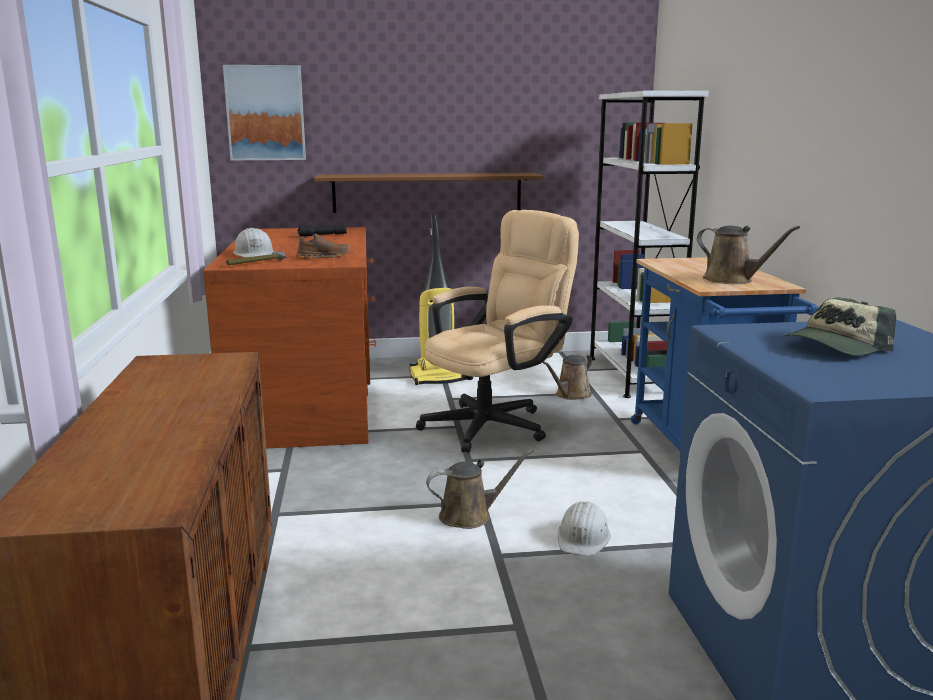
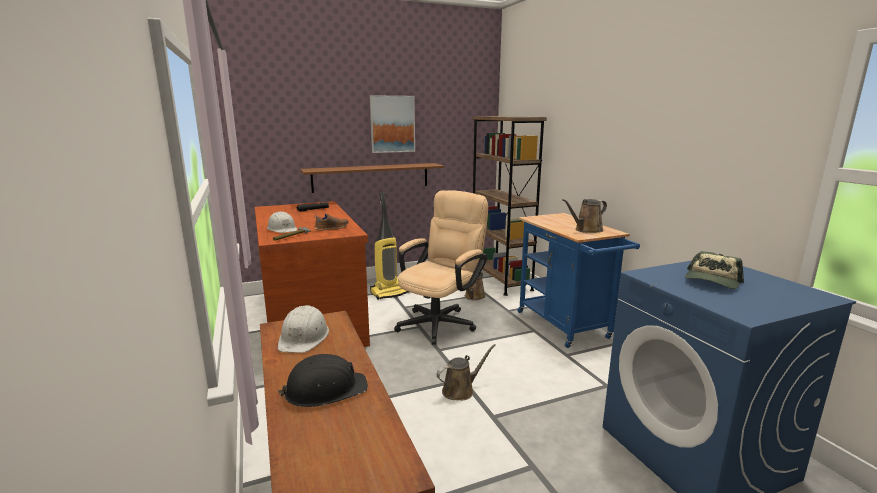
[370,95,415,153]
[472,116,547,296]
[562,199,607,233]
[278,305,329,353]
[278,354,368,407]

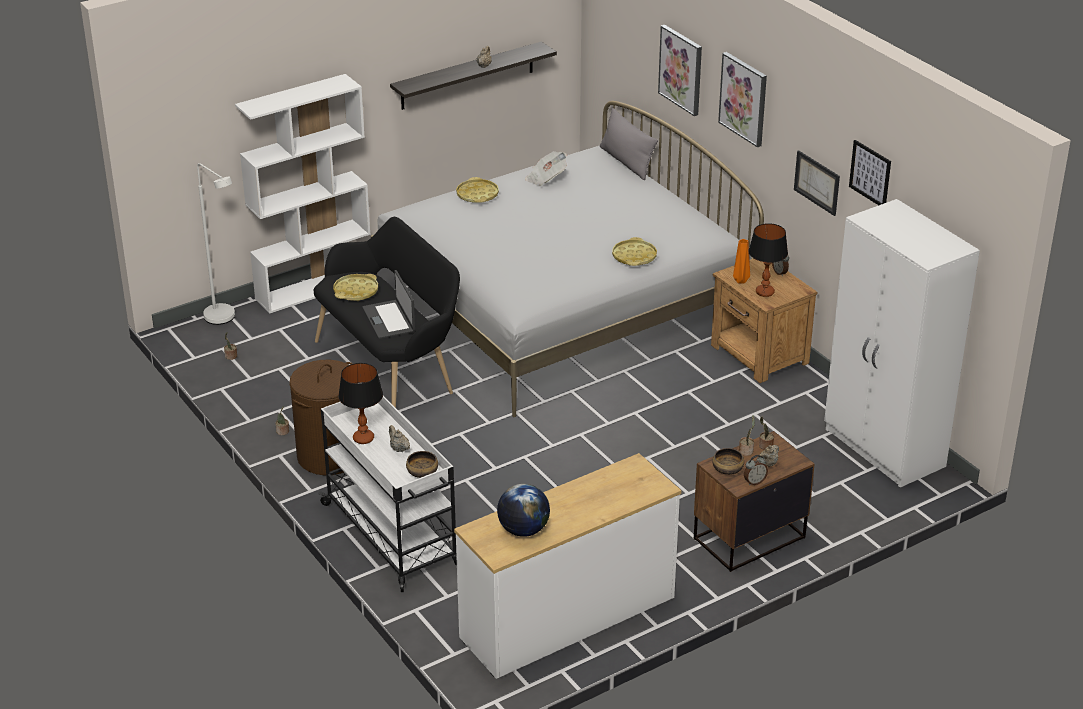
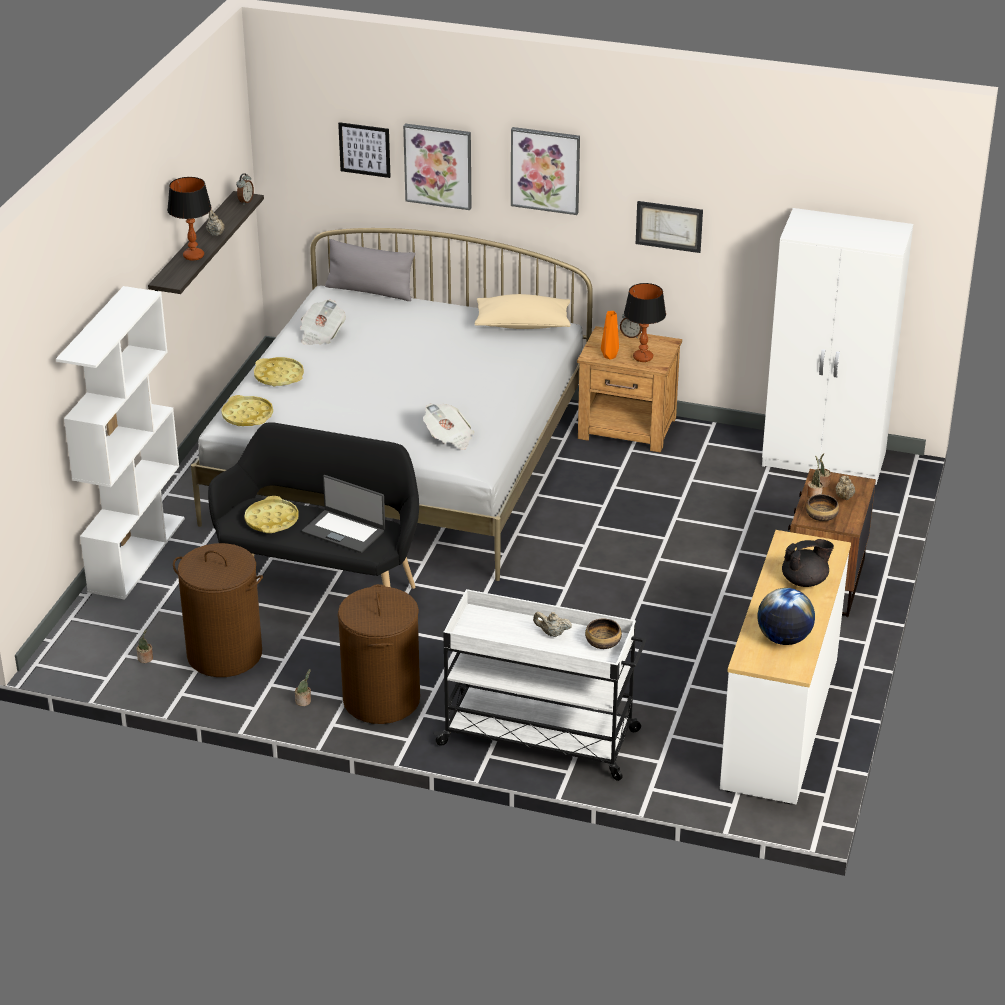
[338,122,390,178]
[197,163,235,325] (first image)
[221,395,273,426]
[167,177,212,261]
[236,173,254,205]
[475,294,570,329]
[423,403,474,450]
[782,539,834,587]
[173,543,263,677]

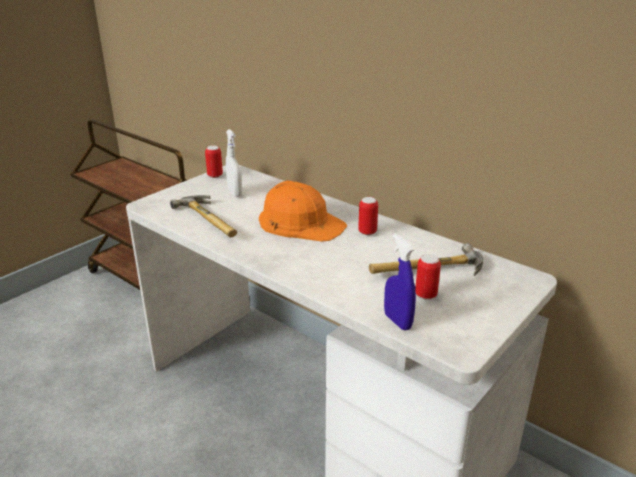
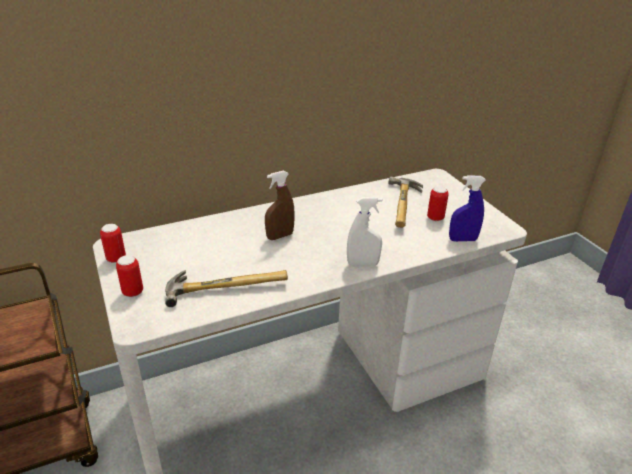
[347,197,382,266]
[265,171,295,240]
[116,255,143,297]

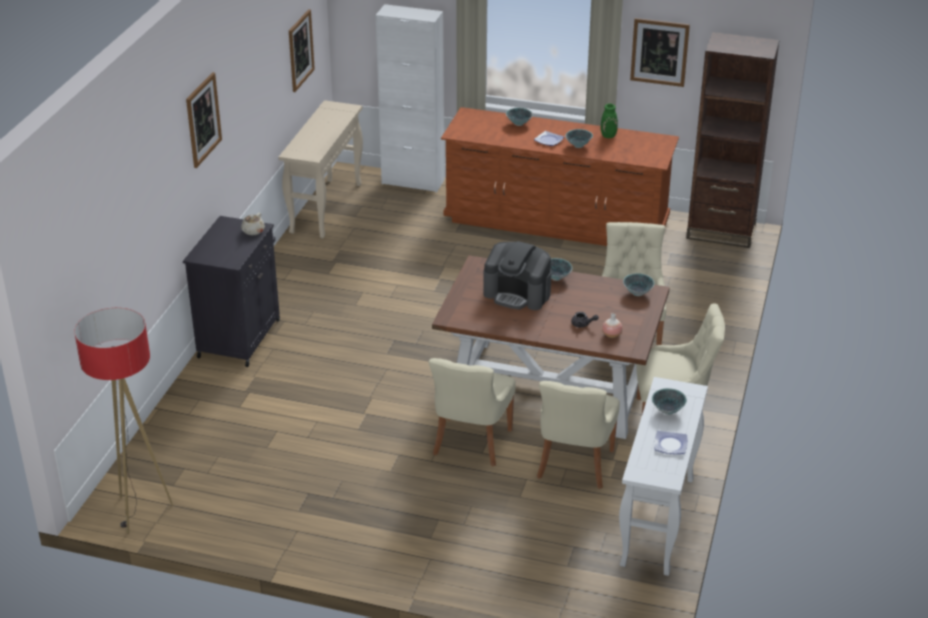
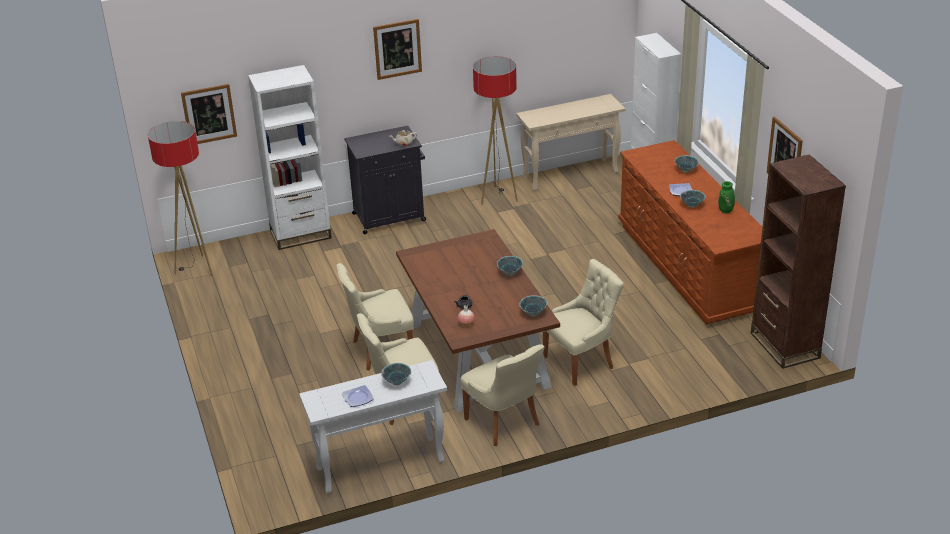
[181,84,237,144]
[483,241,551,310] (first image)
[473,56,518,205]
[248,65,332,250]

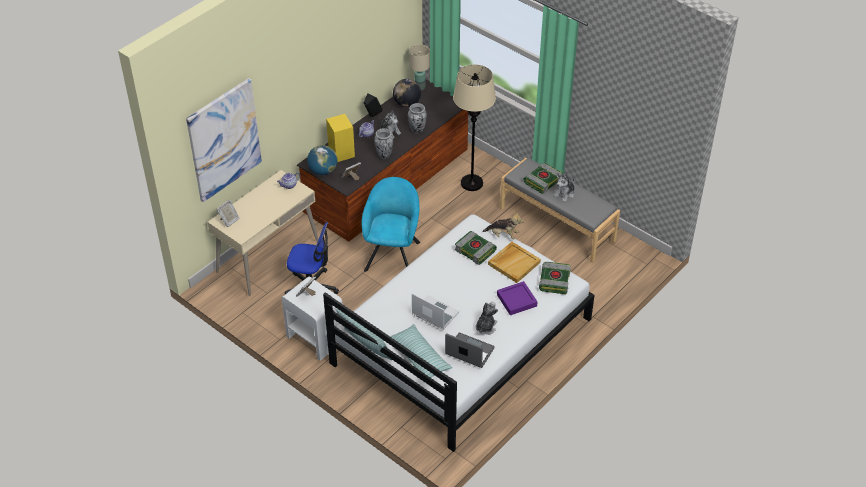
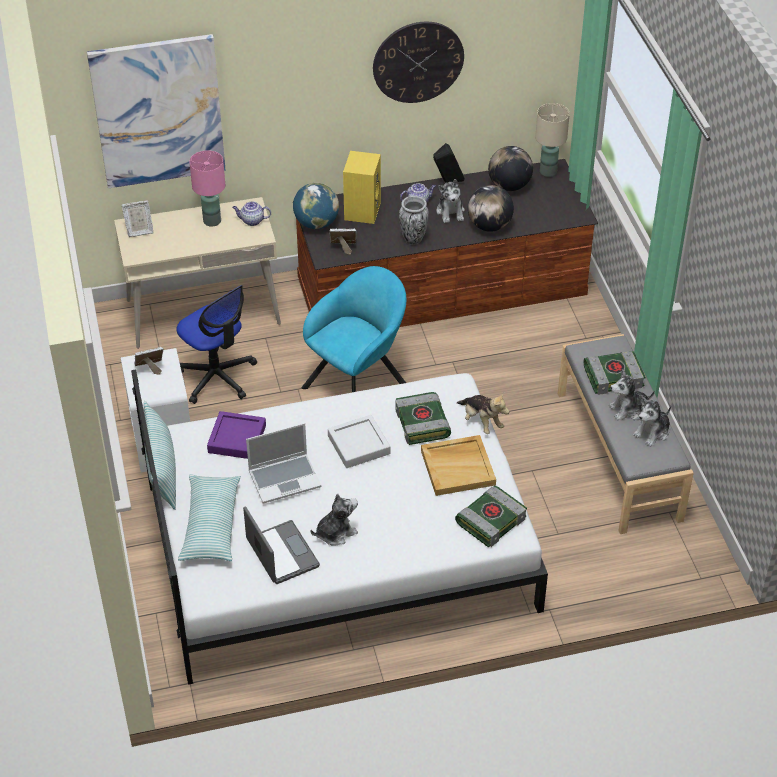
[453,65,496,191] (first image)
[468,185,514,232]
[207,411,266,459]
[246,423,322,504]
[373,22,464,103]
[189,150,225,226]
[633,396,671,447]
[328,415,390,468]

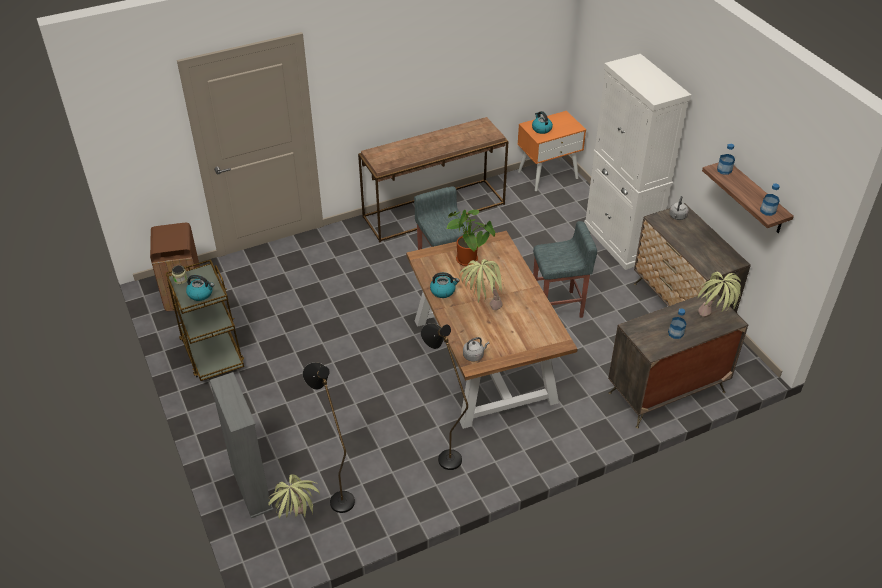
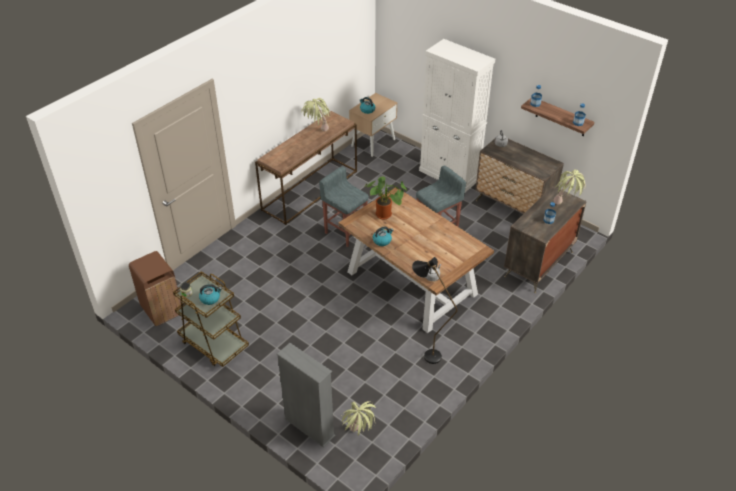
[349,93,398,157]
[301,98,330,131]
[303,362,355,513] (first image)

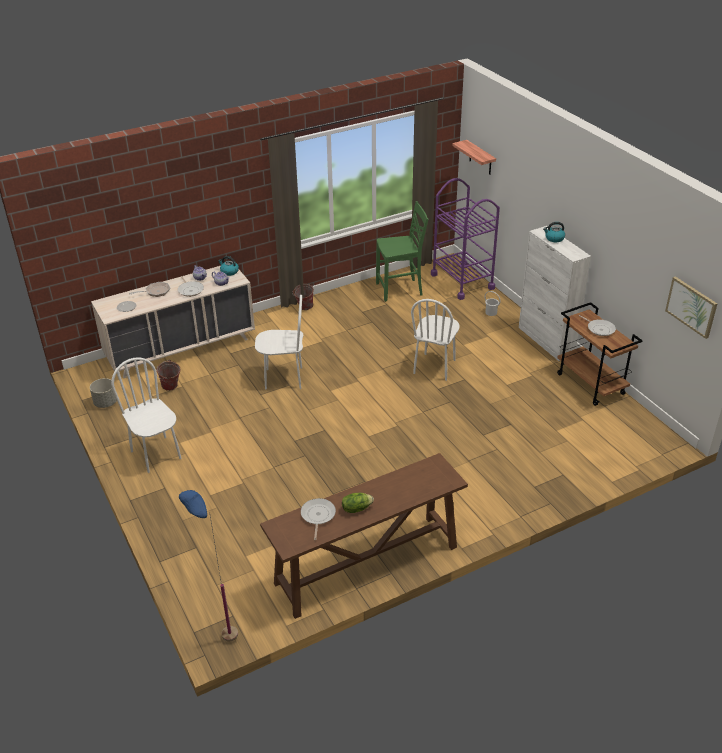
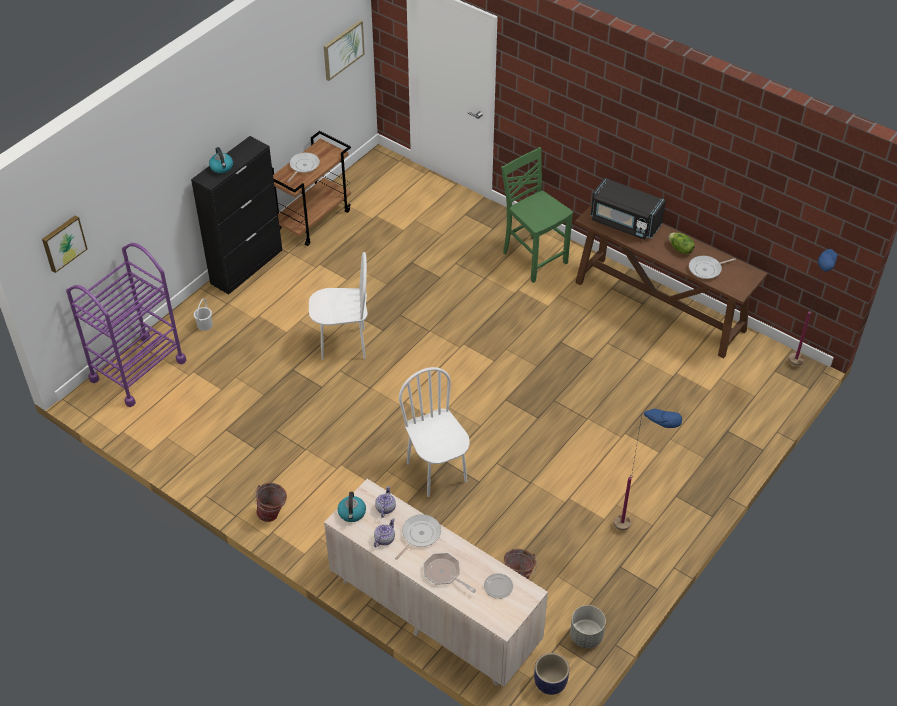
[42,215,88,273]
[501,147,573,283]
[191,136,282,295]
[614,409,682,531]
[591,178,666,240]
[534,653,569,695]

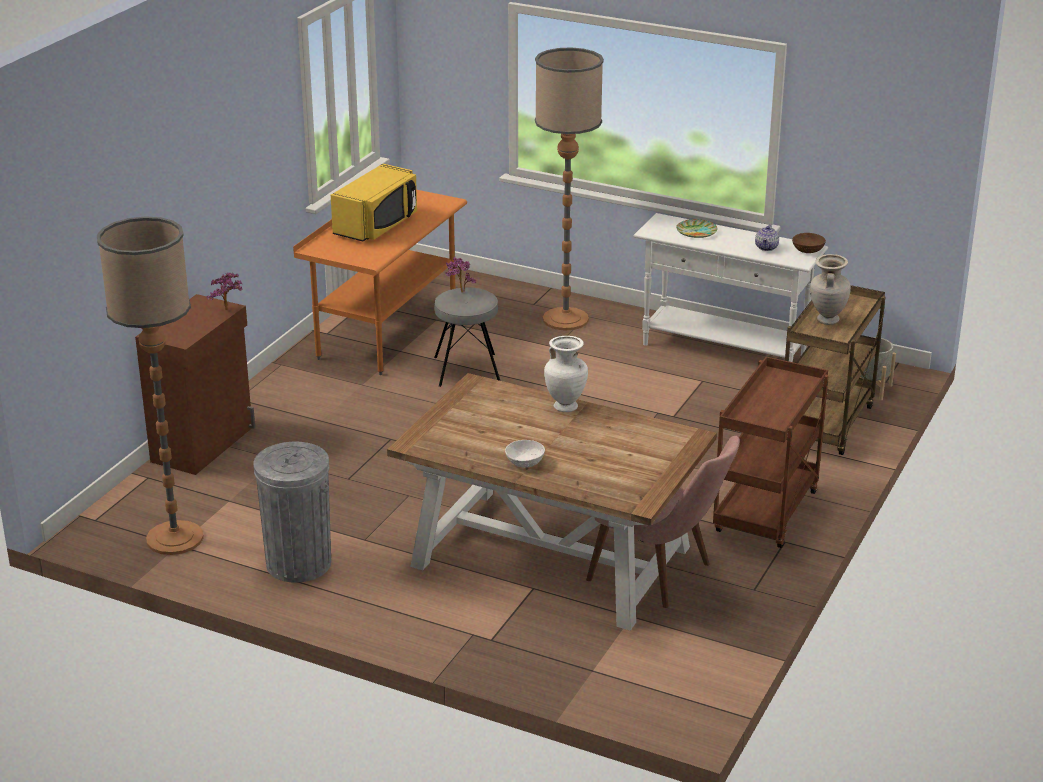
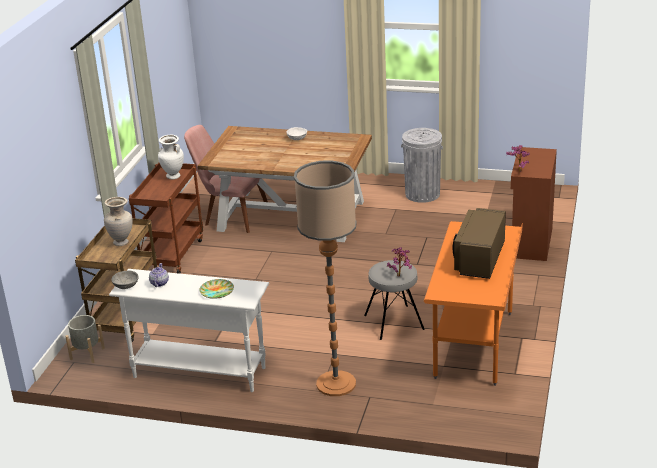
[452,208,506,279]
[97,216,204,555] (first image)
[111,271,139,289]
[158,135,184,179]

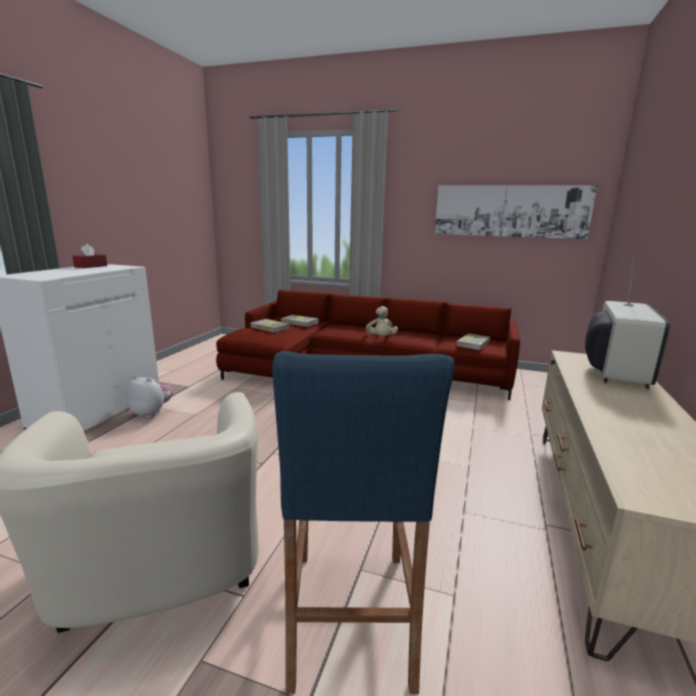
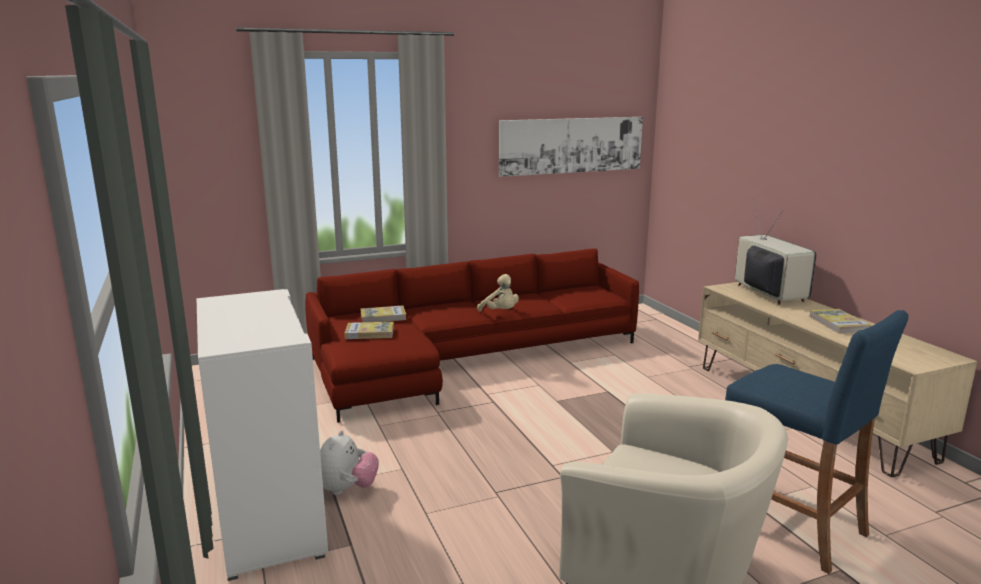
[73,244,107,268] (first image)
[809,309,871,334]
[320,430,379,495]

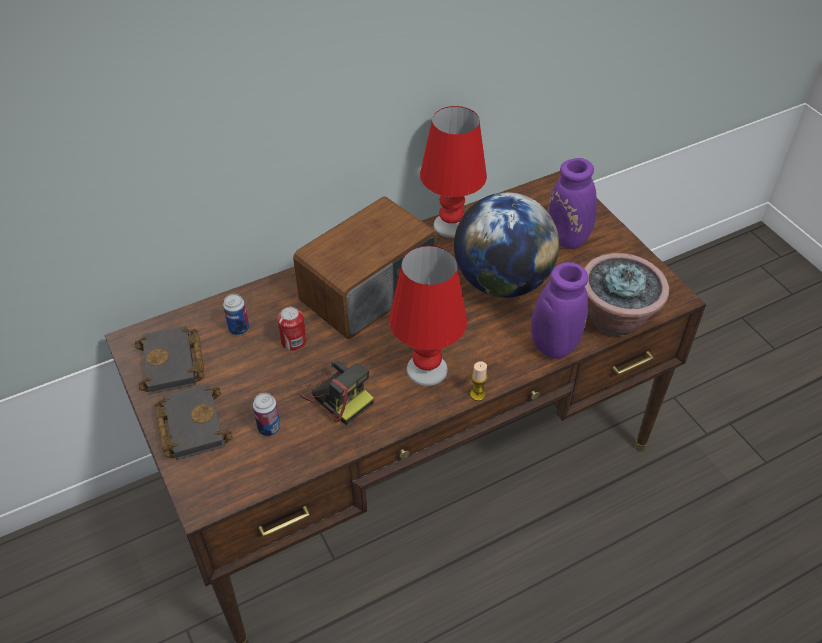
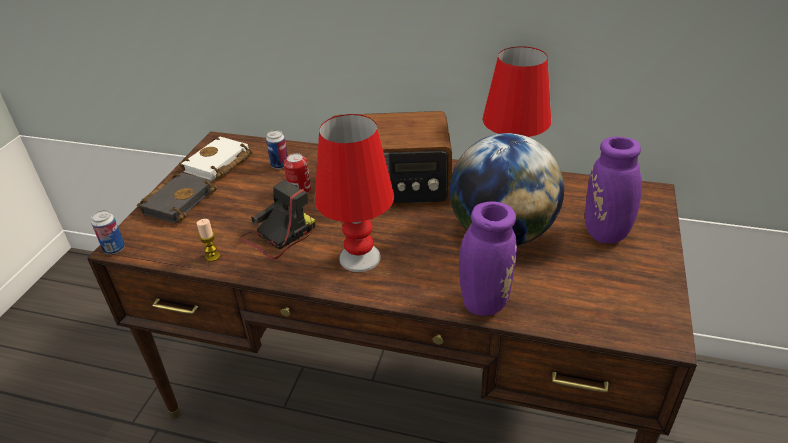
[584,253,669,336] (first image)
[179,136,253,181]
[240,180,315,260]
[197,219,220,262]
[91,210,125,254]

